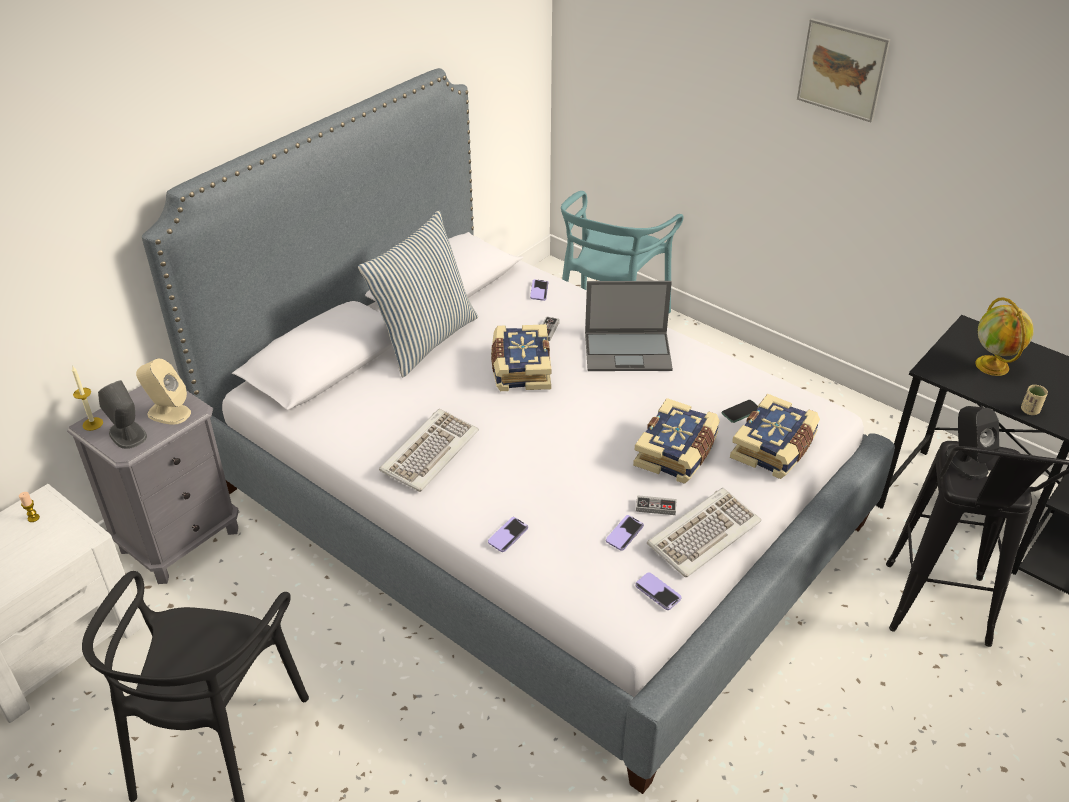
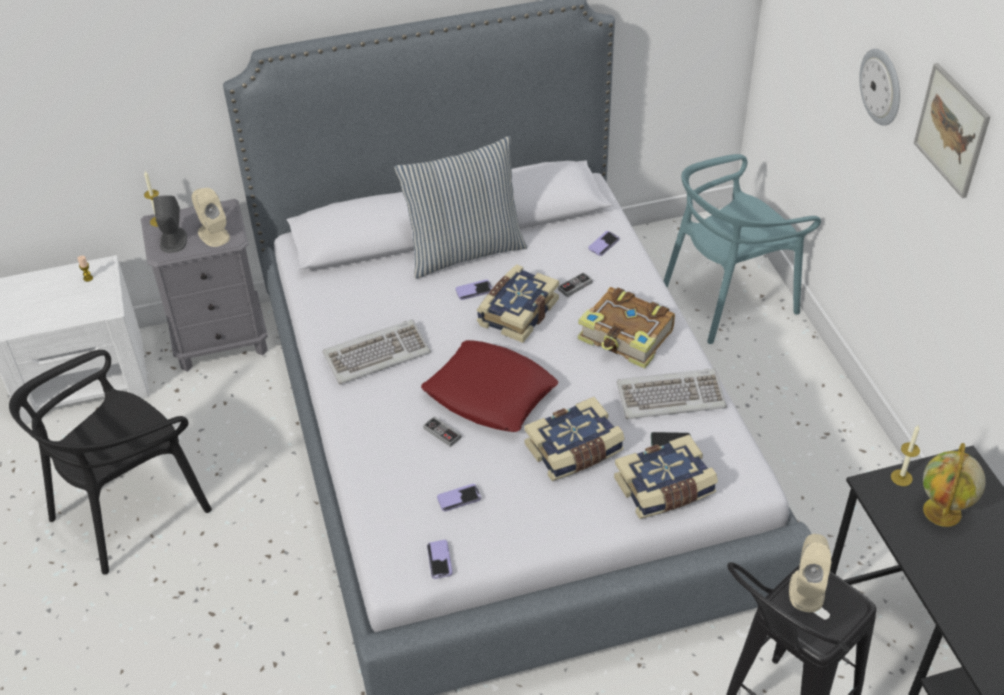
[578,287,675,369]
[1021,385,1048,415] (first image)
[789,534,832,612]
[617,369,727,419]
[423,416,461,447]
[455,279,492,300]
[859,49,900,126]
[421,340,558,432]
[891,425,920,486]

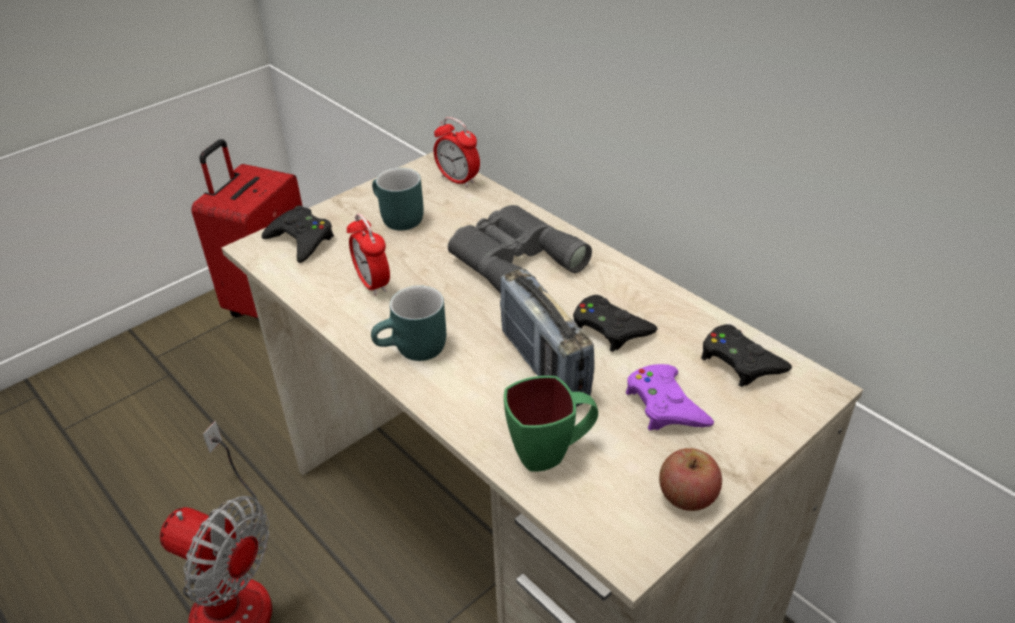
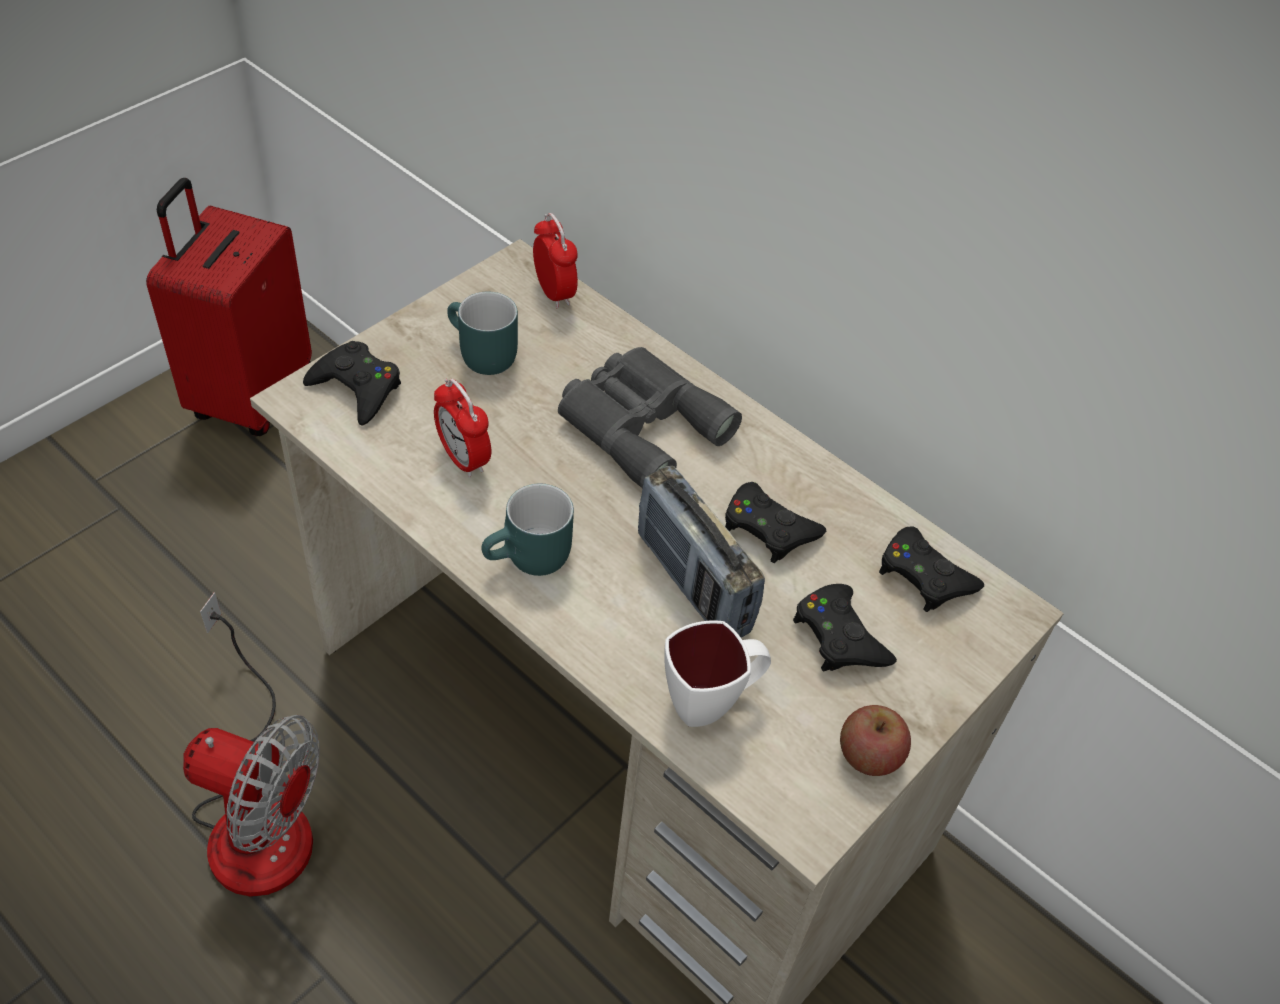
[533,213,578,309]
[793,584,897,671]
[664,621,771,727]

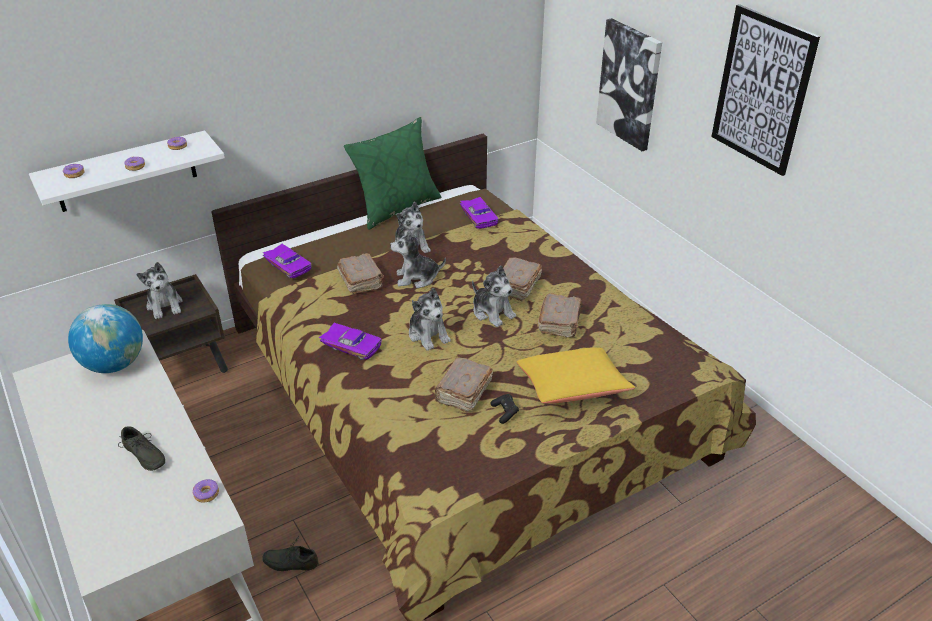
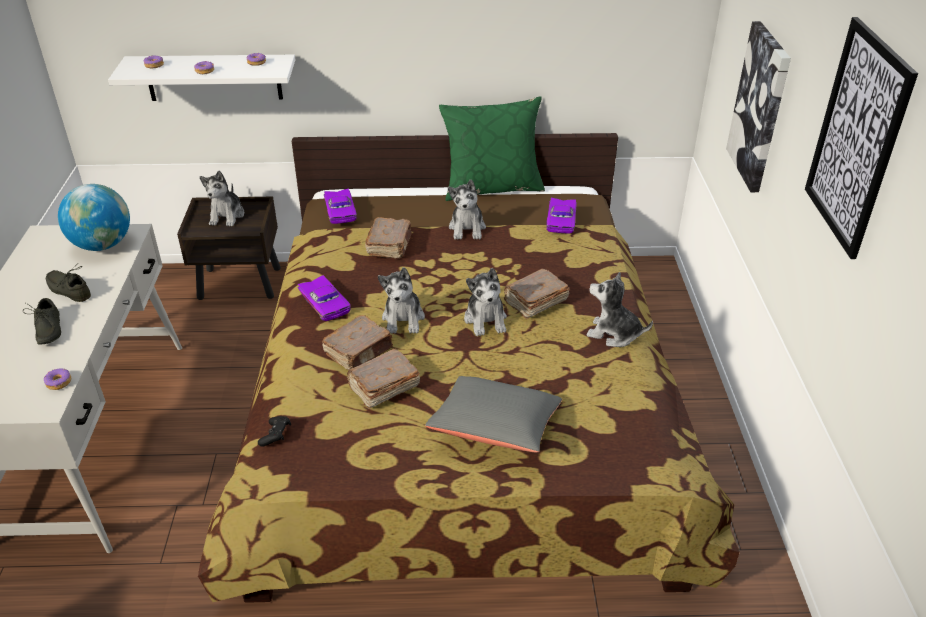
[587,272,653,347]
[322,315,393,370]
[425,376,562,452]
[258,416,291,447]
[46,264,91,302]

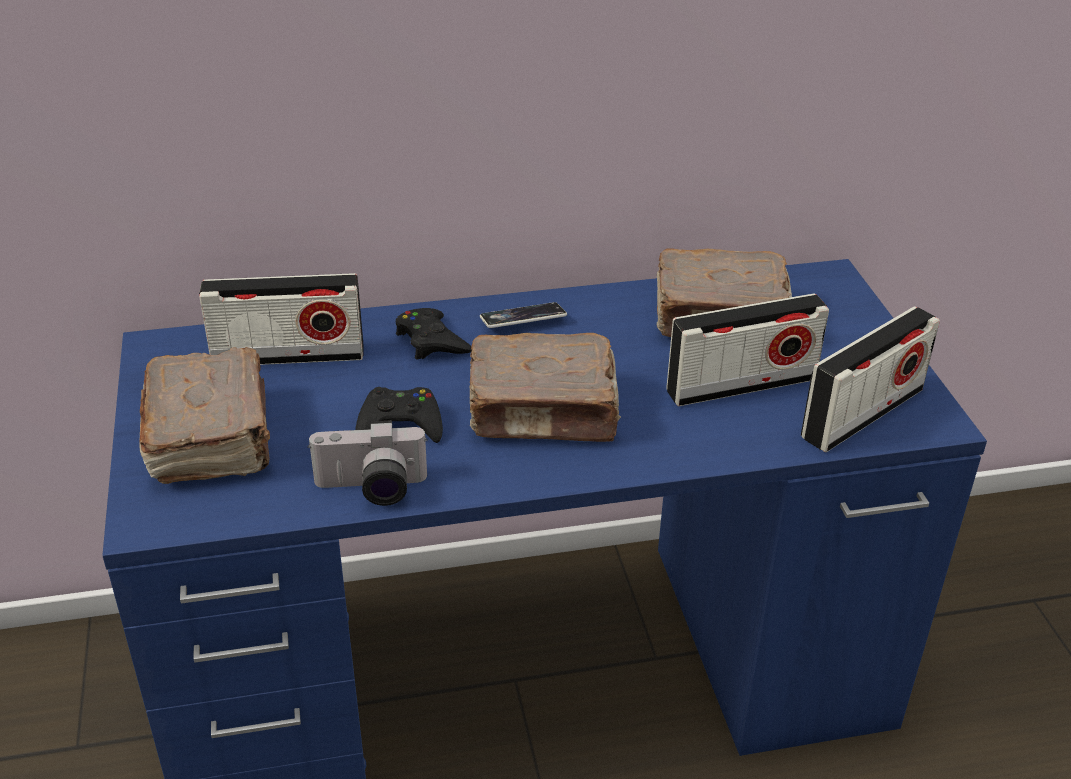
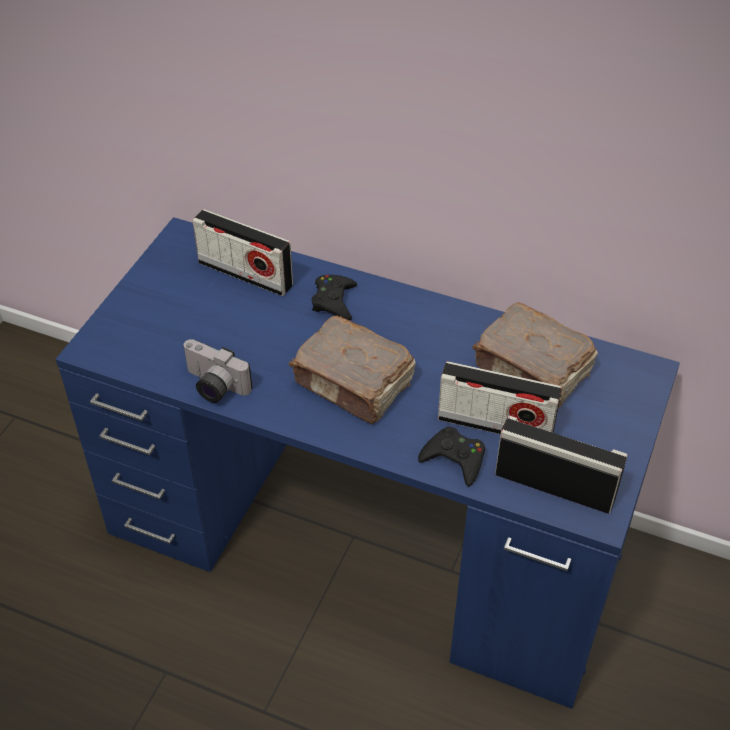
[480,302,567,328] (first image)
[495,416,628,514]
[139,347,270,484] (first image)
[418,427,485,487]

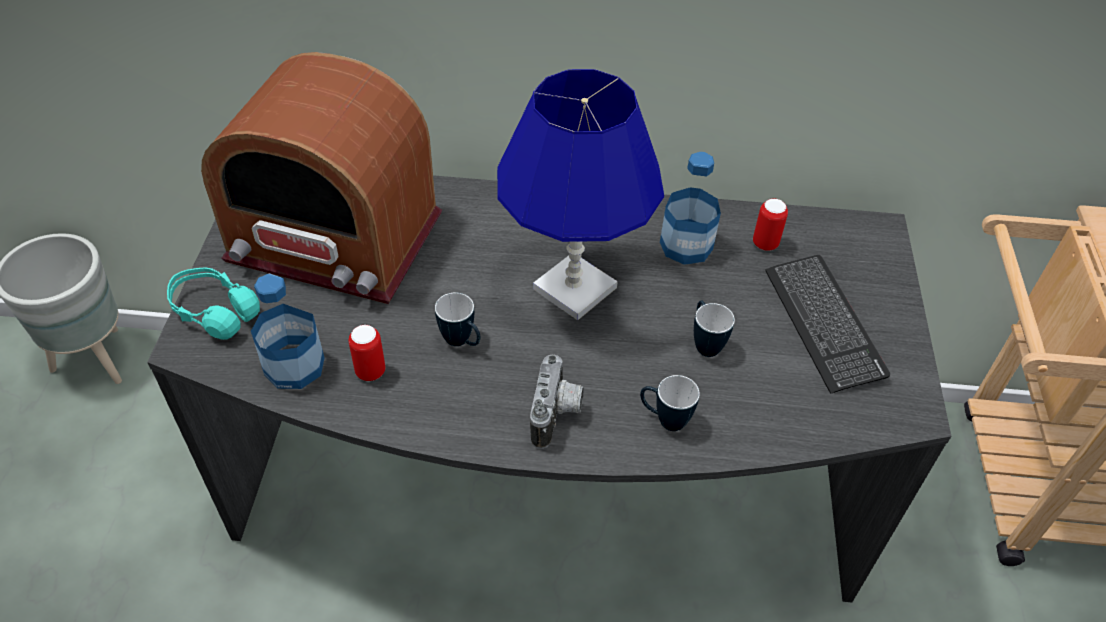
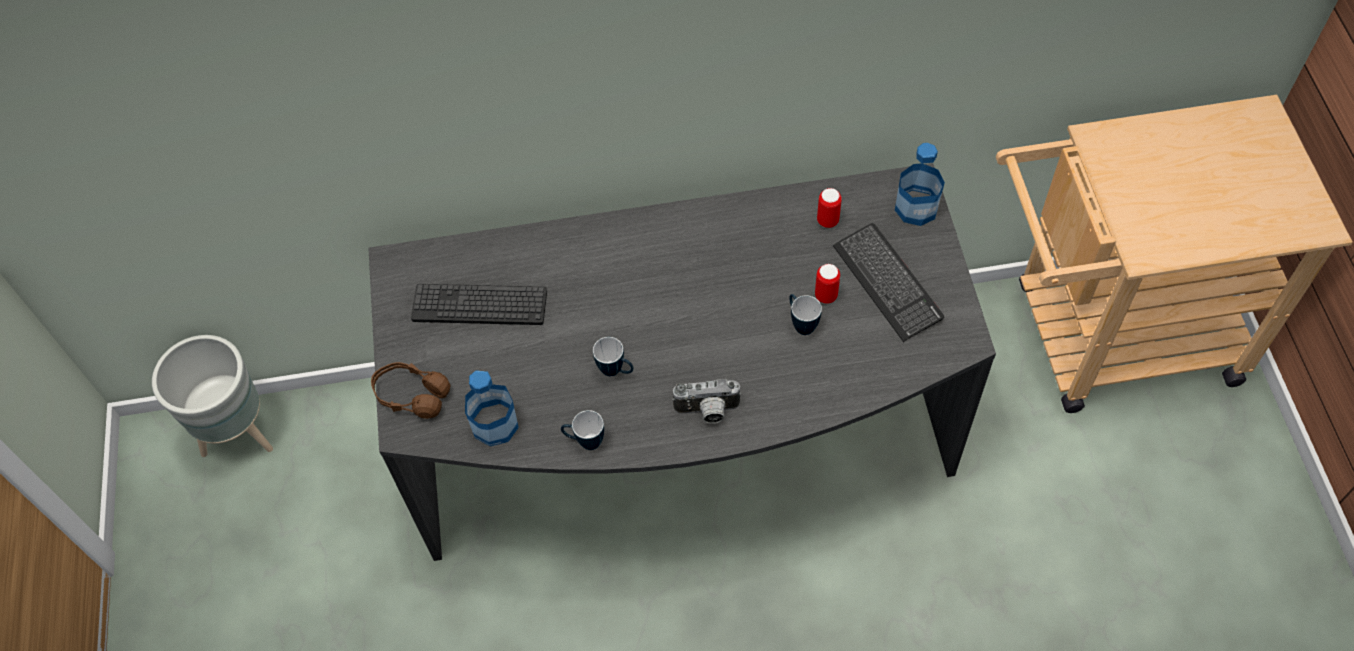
[411,284,547,325]
[497,69,664,321] (first image)
[895,143,945,226]
[371,362,450,419]
[815,264,840,304]
[672,379,741,424]
[561,410,604,450]

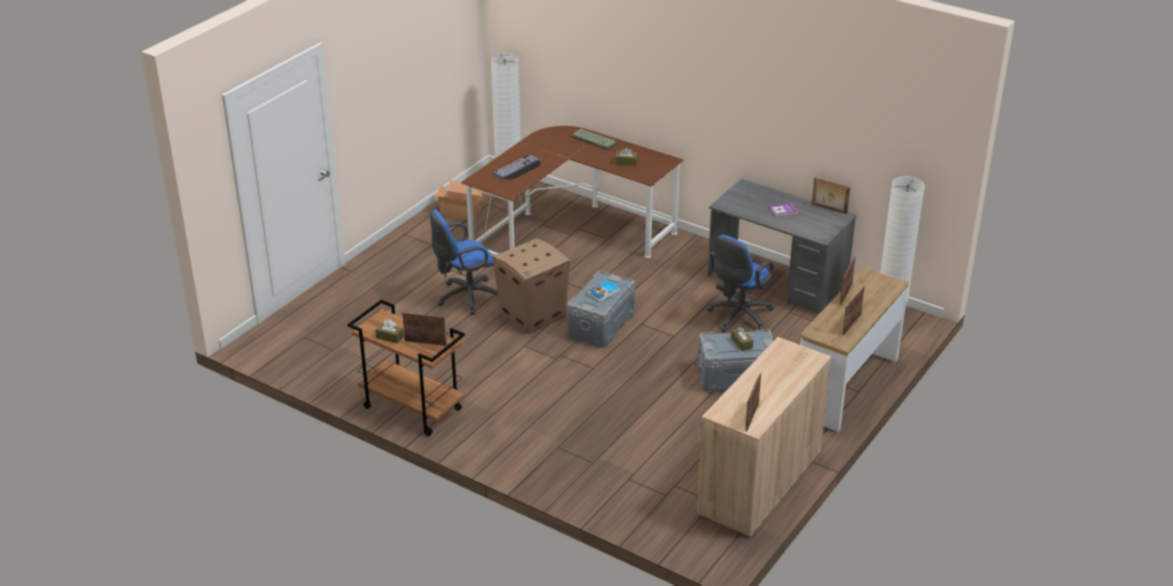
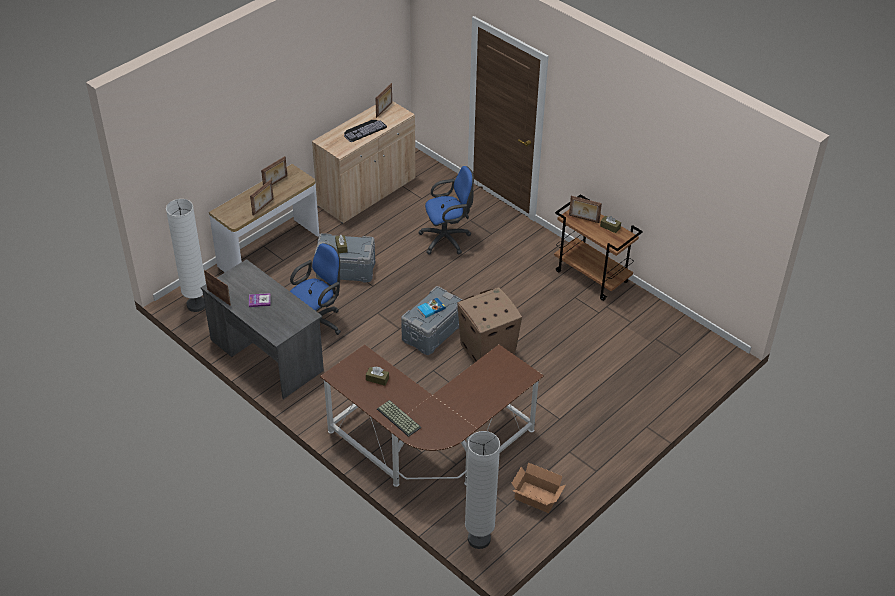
[344,120,387,142]
[418,166,474,255]

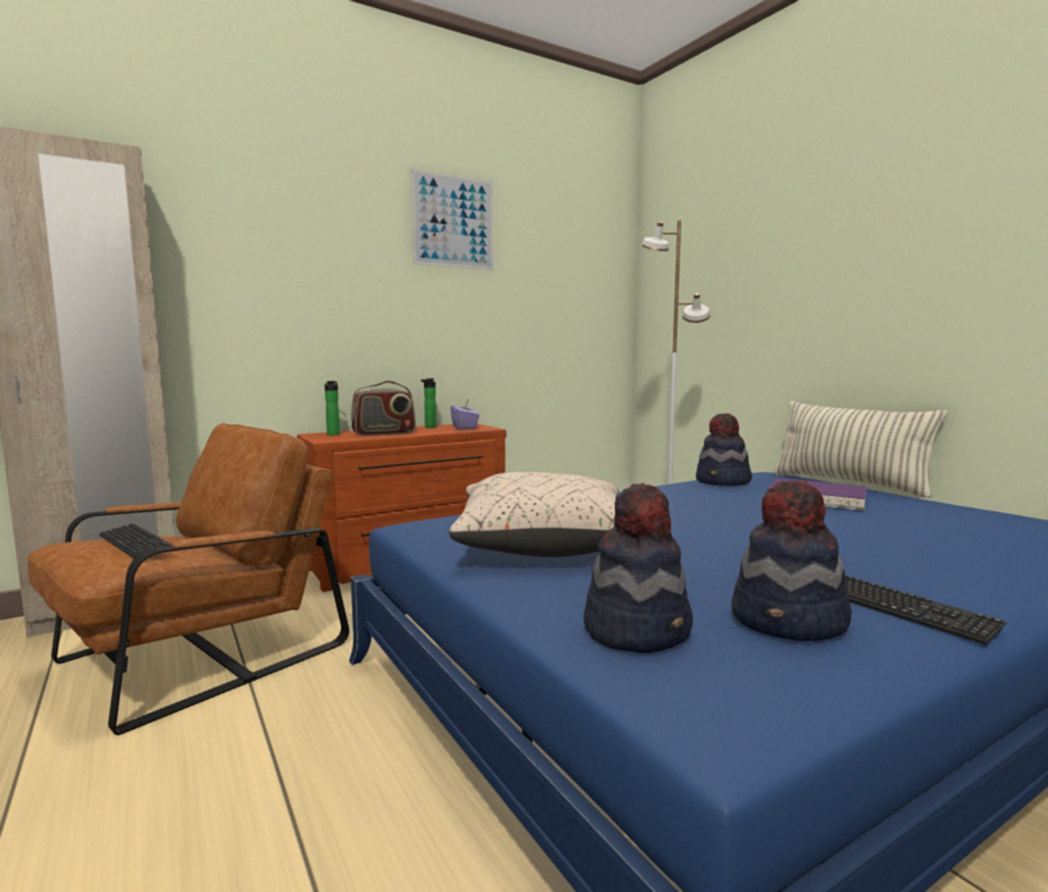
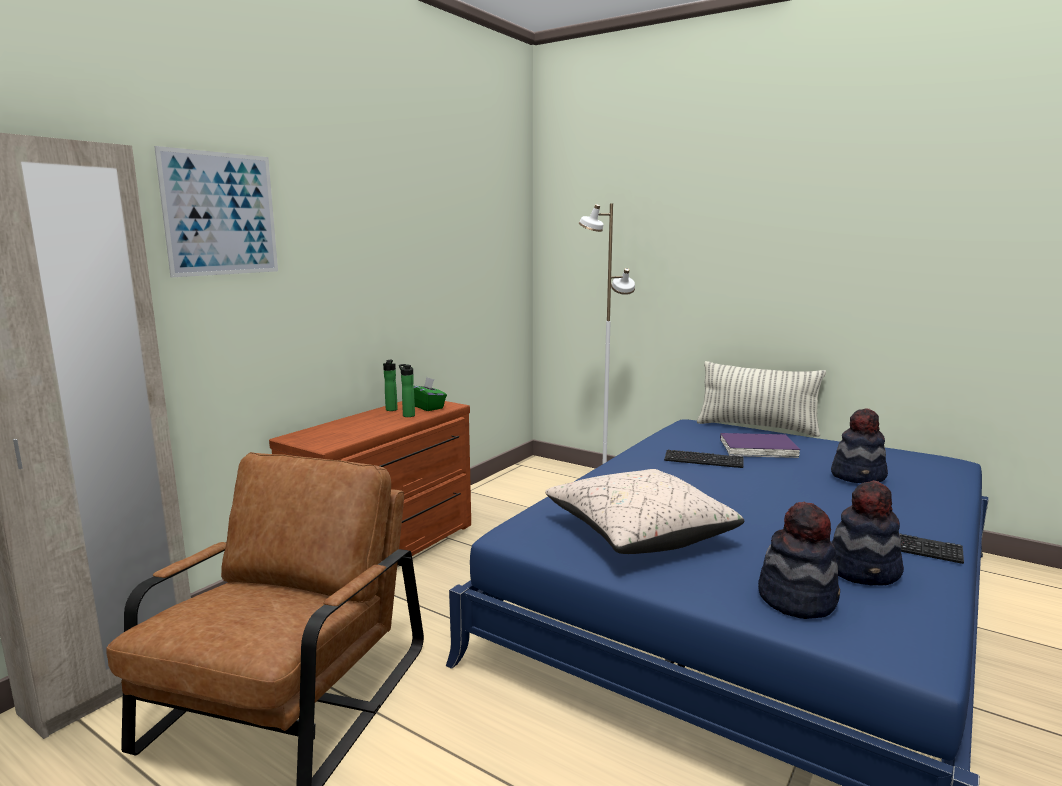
[154,146,278,277]
[399,364,415,417]
[351,381,416,436] (first image)
[413,377,447,411]
[831,408,888,483]
[664,450,743,468]

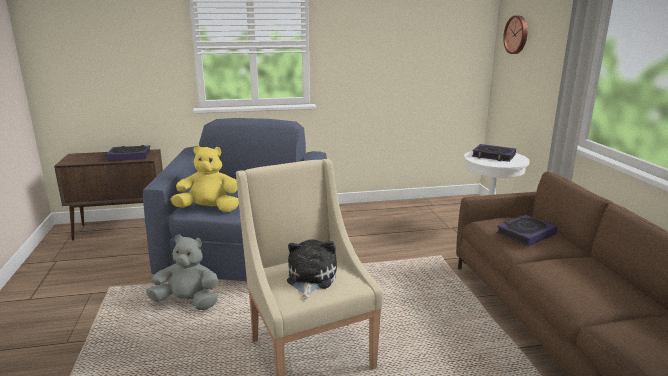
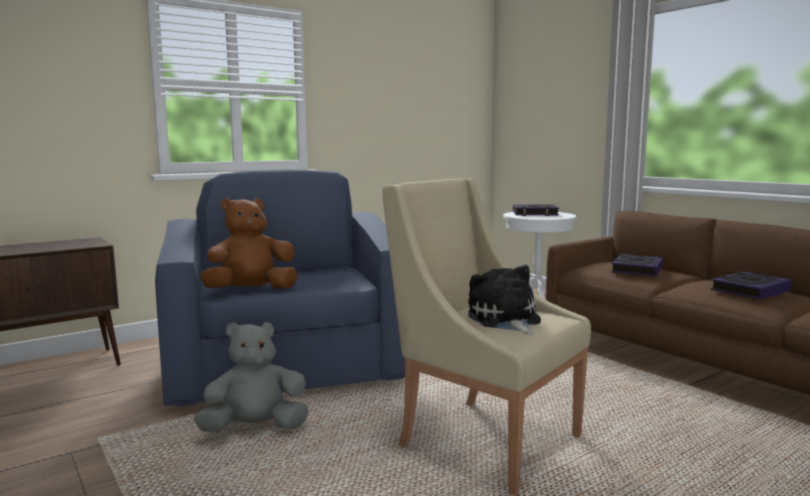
[503,16,528,54] (first image)
[711,271,792,300]
[200,198,298,289]

